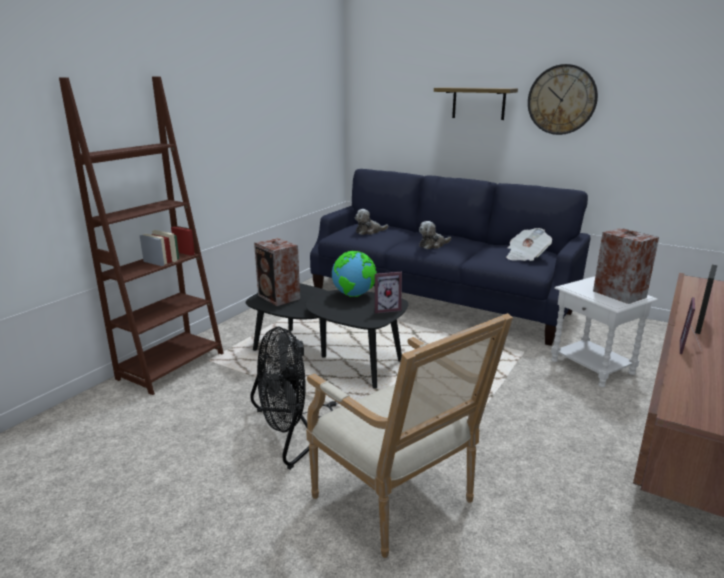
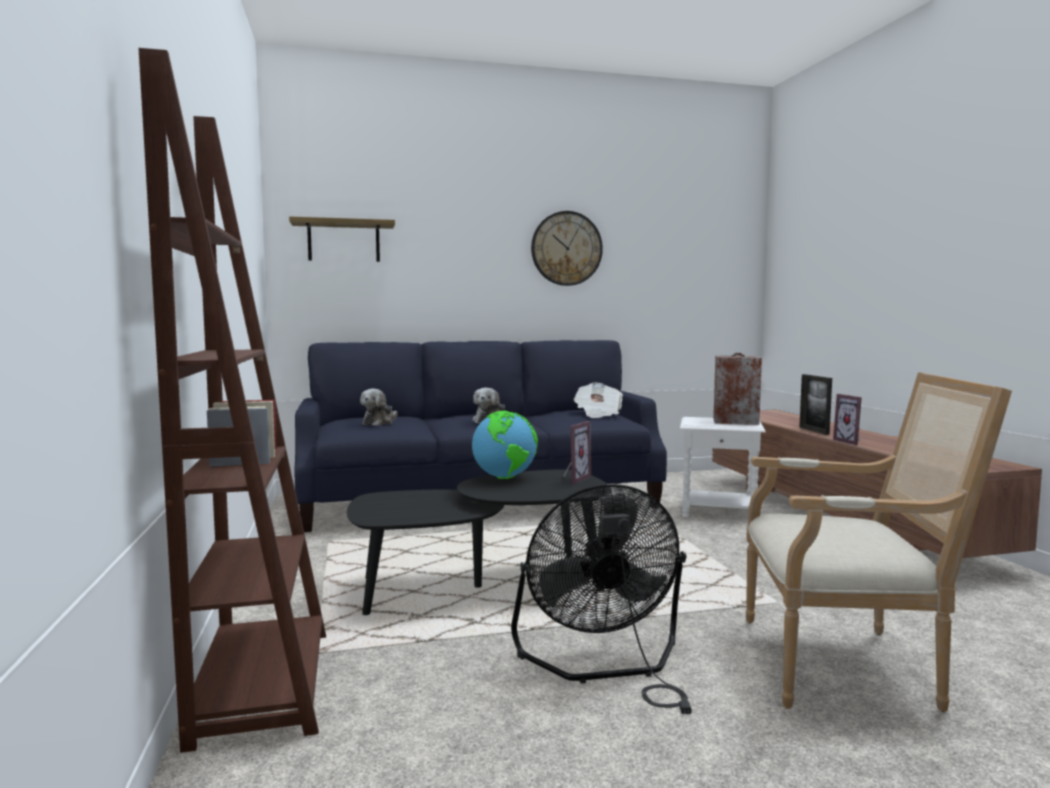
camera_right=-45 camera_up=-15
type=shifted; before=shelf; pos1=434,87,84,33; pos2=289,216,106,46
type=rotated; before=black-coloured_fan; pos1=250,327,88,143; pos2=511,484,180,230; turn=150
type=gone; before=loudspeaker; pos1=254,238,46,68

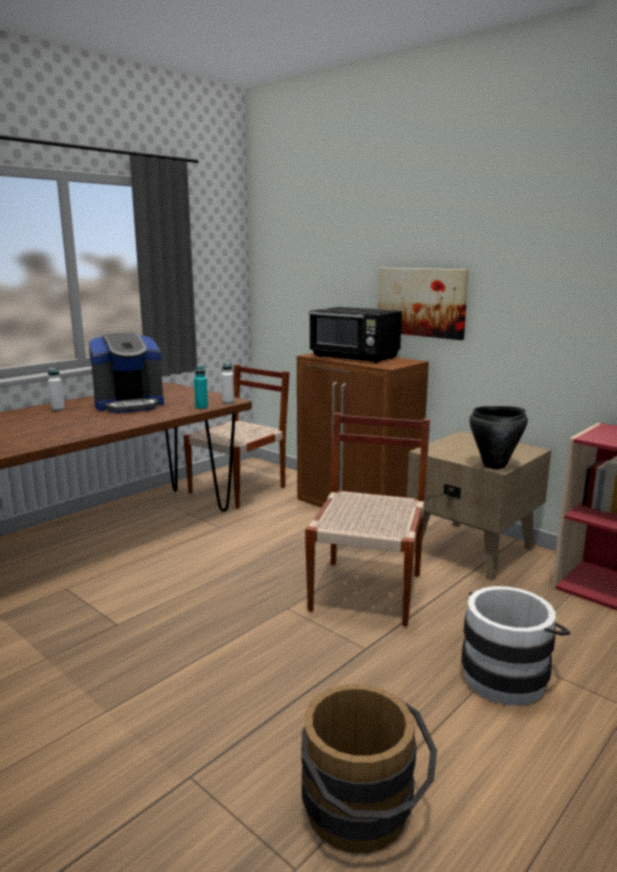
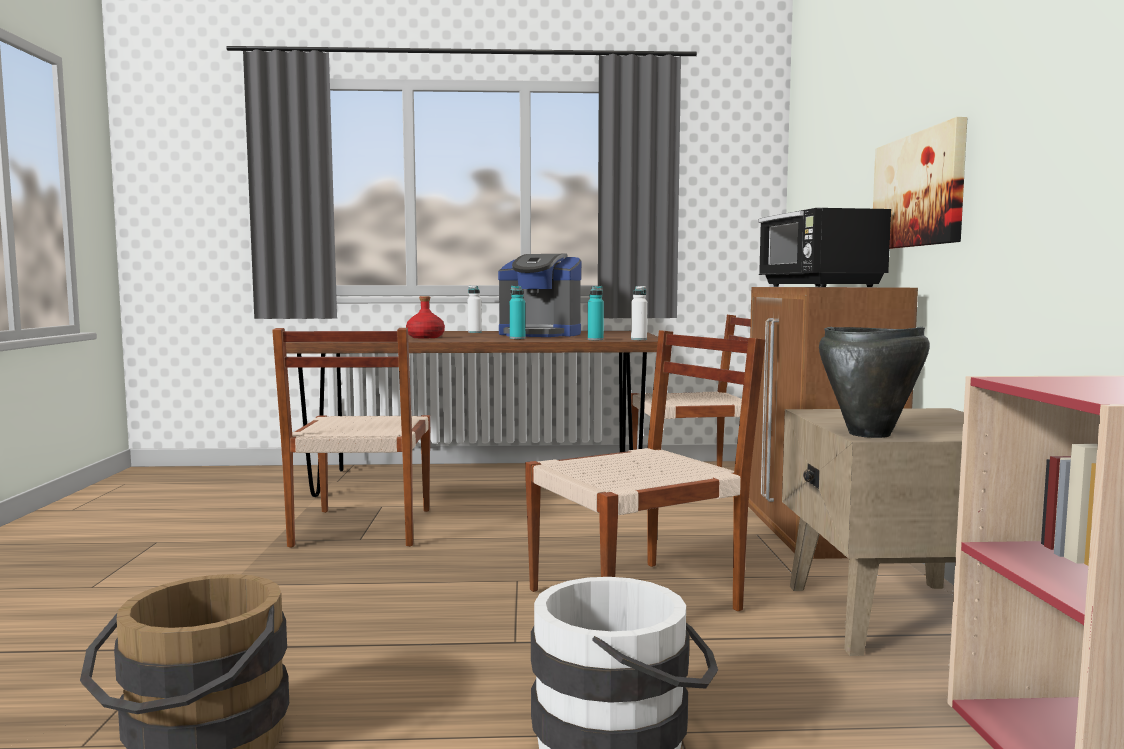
camera_right=45 camera_up=-10
type=new; after=upright_chair; pos2=272,328,158,220
type=new; after=reddish_beverage_bottle; pos2=406,296,39,42
type=new; after=blue-green_beverage_bottle; pos2=510,286,15,53

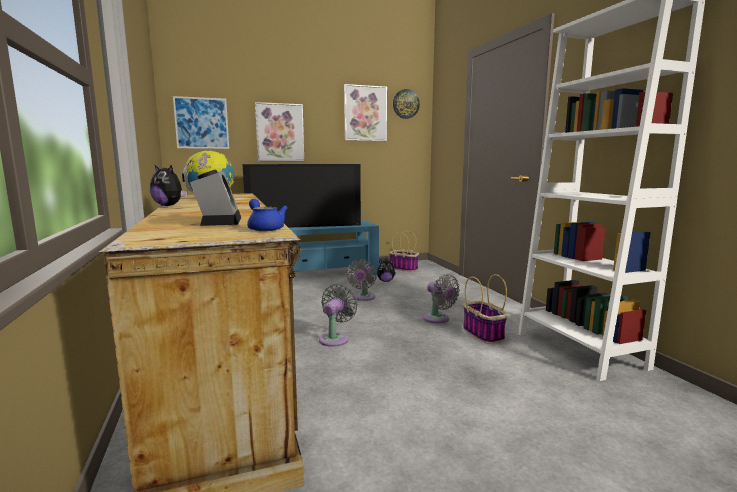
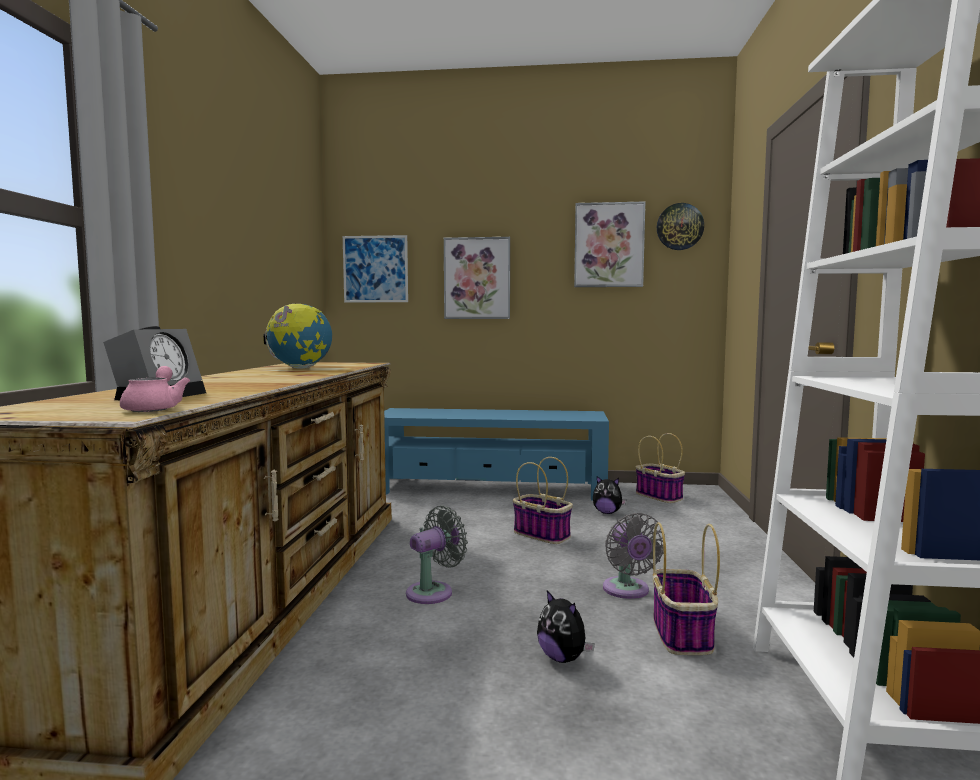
camera_right=25 camera_up=-5
type=repainted; before=bluish_tea_pot; after=pinkish_tea_pot; pos1=247,199,41,32; pos2=120,366,70,46
type=swapped; before=gray_fan; after=storage_basket; pos1=346,259,31,42; pos2=513,457,60,87
type=shifted; before=cuddly_toy; pos1=150,165,37,41; pos2=537,590,58,73
type=gone; before=television; pos1=243,164,118,64

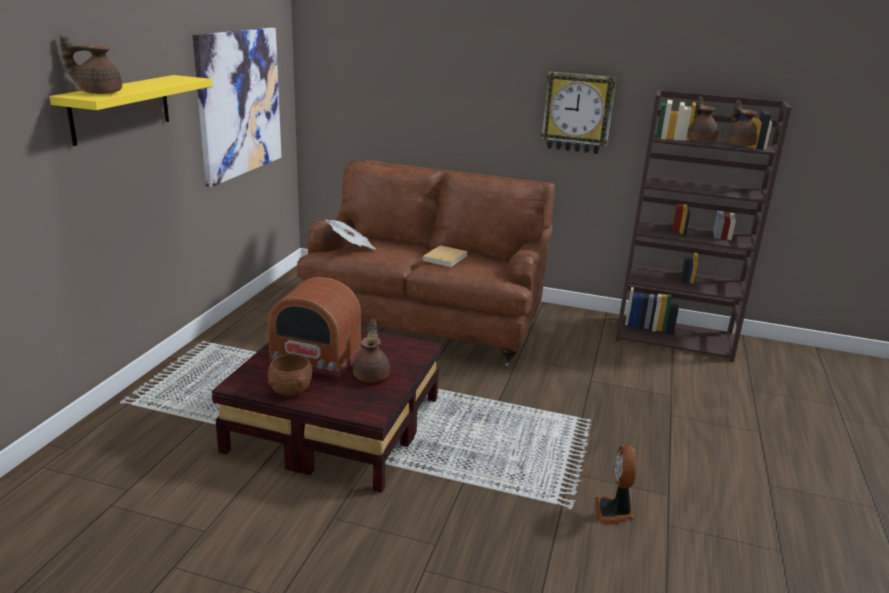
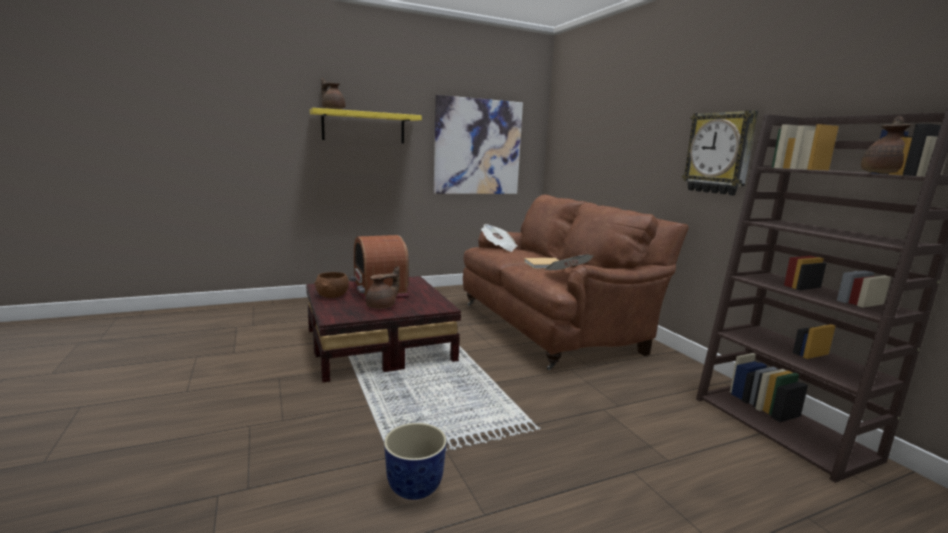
camera_right=50 camera_up=-10
type=swapped; before=fan; after=plant_pot; pos1=595,445,41,80; pos2=384,423,63,77
type=new; after=daily_paper; pos2=545,254,49,16
type=gone; before=brownish_tea_pot; pos1=687,96,31,46

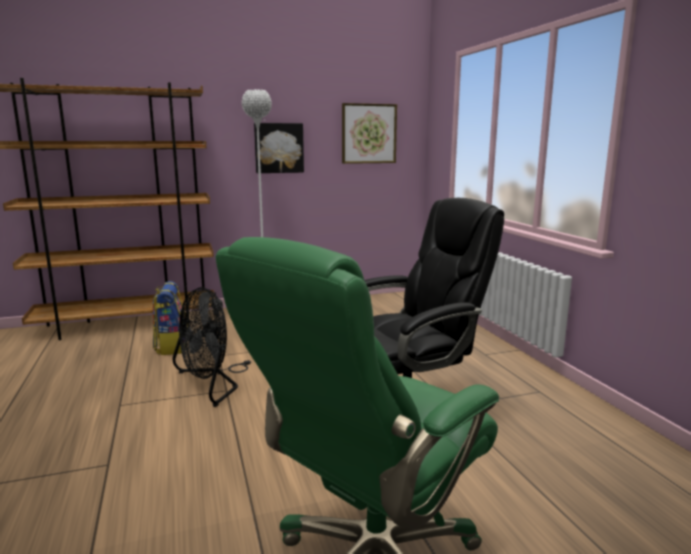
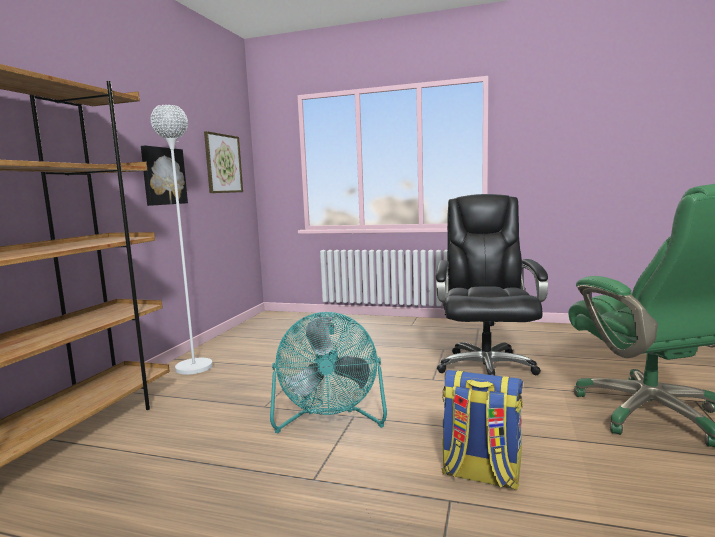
camera_right=-55 camera_up=-5
type=repainted; before=black-coloured_fan; after=blue-green_fan; pos1=173,287,79,120; pos2=270,312,117,121
type=shifted; before=backpack; pos1=153,281,35,74; pos2=442,370,81,120

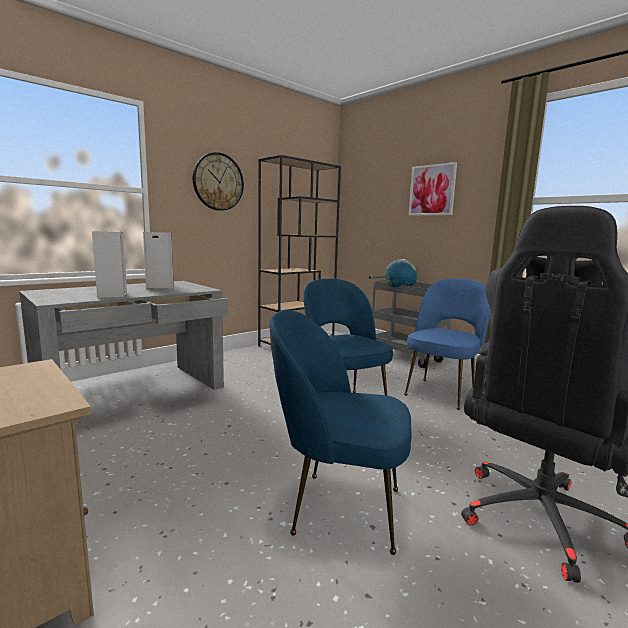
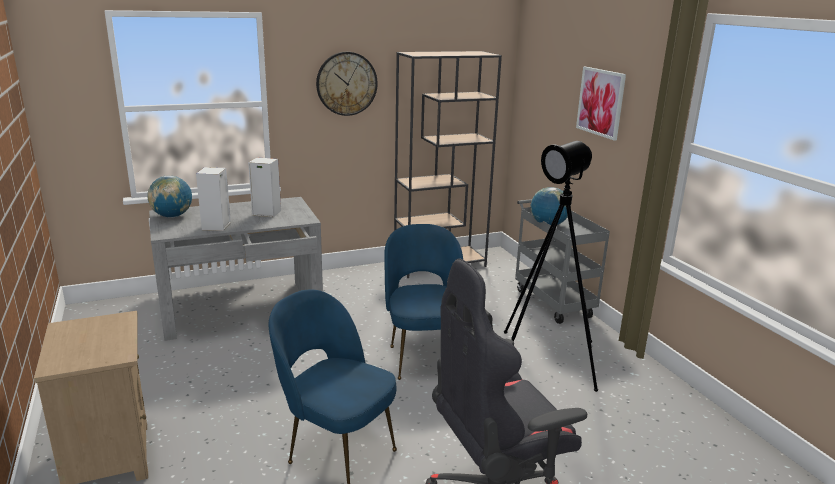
camera_right=20 camera_up=10
type=new; after=desk_globe; pos2=147,176,45,42
type=swapped; before=bluish_upright_chair; after=black-coloured_floor_lamp; pos1=404,278,87,132; pos2=504,141,94,251

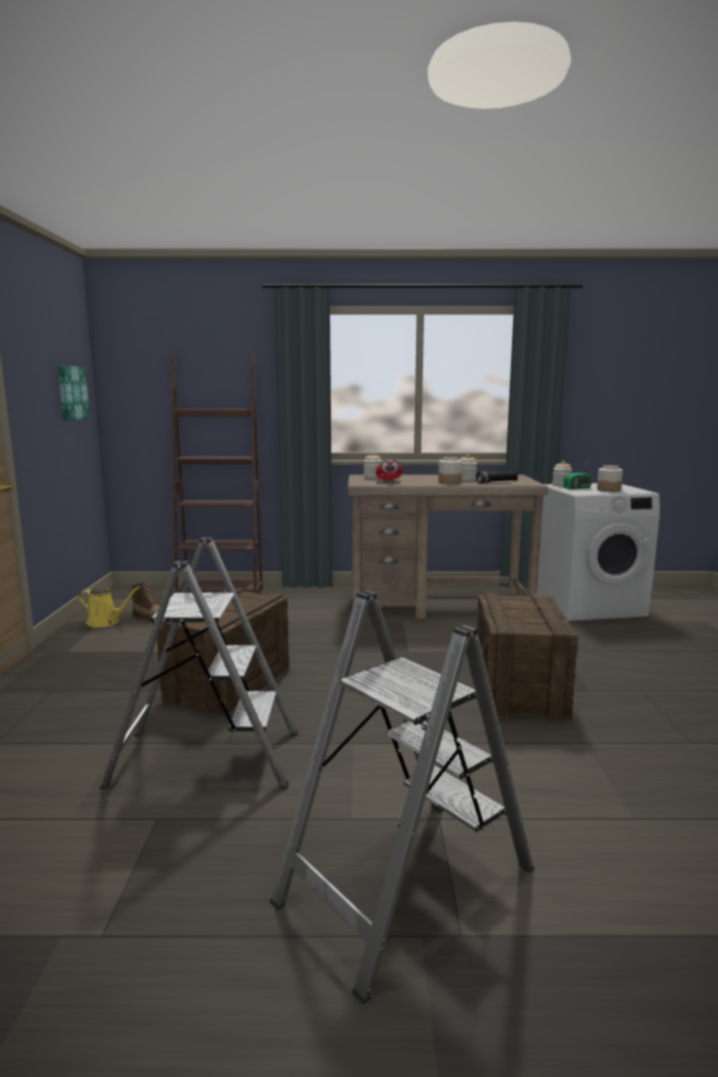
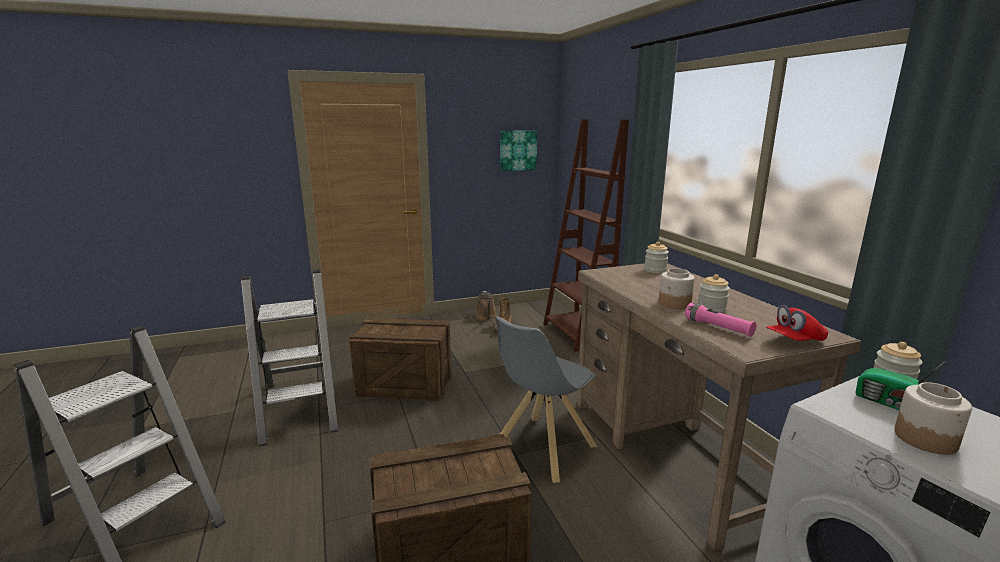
camera_right=70 camera_up=5
type=repainted; before=yellowish_sprinkling_can; after=brownish_sprinkling_can; pos1=78,587,62,41; pos2=475,291,22,30
type=new; after=gray_upright_chair; pos2=495,317,102,166
type=repainted; before=black-coloured_torch; after=pinkish_torch; pos1=476,471,42,13; pos2=685,303,72,34
type=shifted; before=reddish_peaked_cap; pos1=376,460,26,20; pos2=766,305,62,36

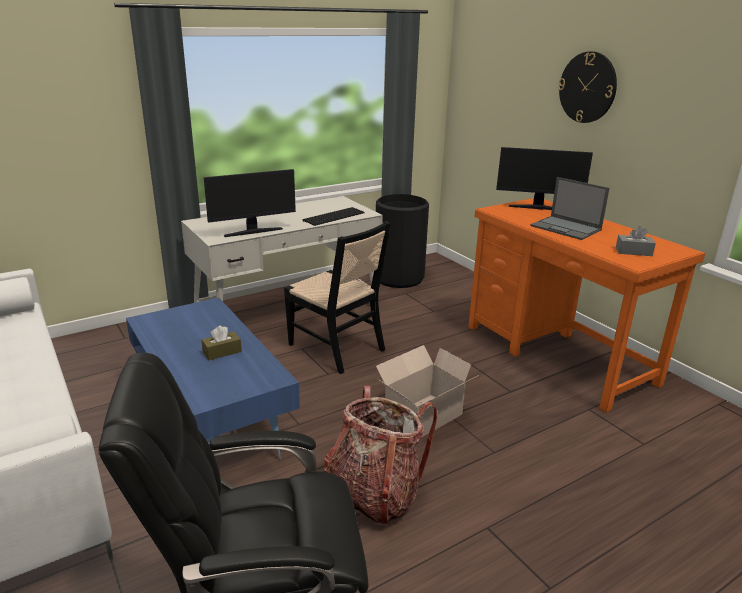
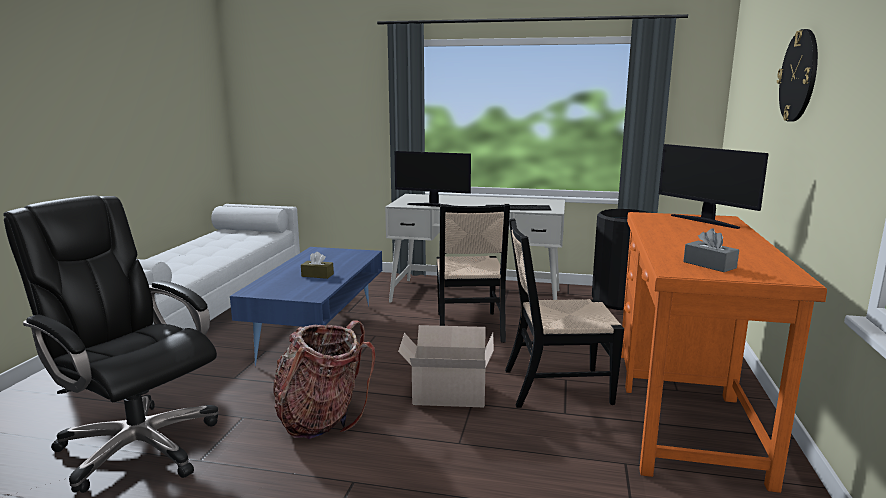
camera_right=45 camera_up=-10
type=new; after=upright_chair; pos2=505,218,119,190
type=gone; before=notebook_computer; pos1=530,177,80,63

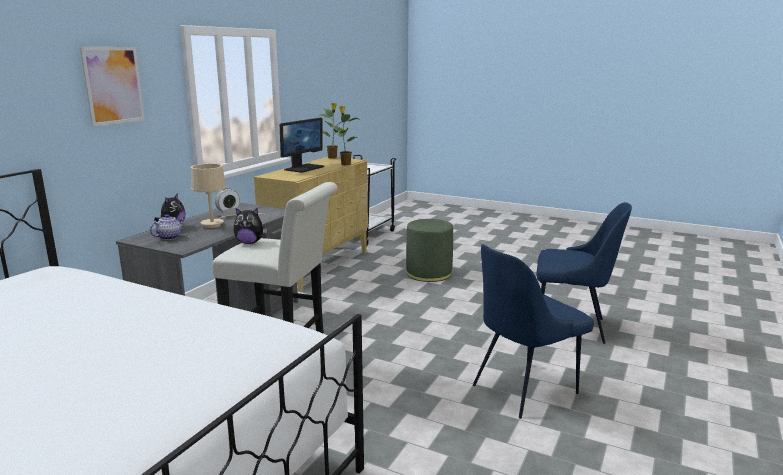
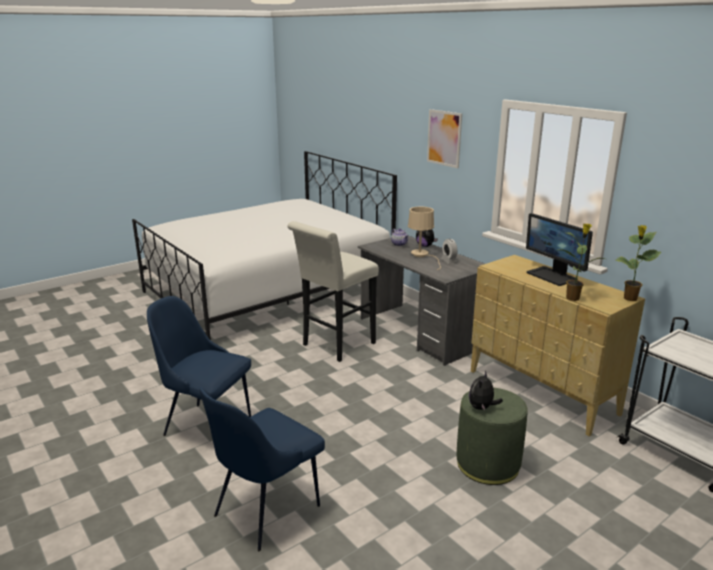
camera_right=115 camera_up=5
type=rotated; before=bluish_upright_chair; pos1=473,244,121,175; pos2=147,296,104,140; turn=-60
type=shifted; before=cuddly_toy; pos1=234,208,34,36; pos2=469,370,34,40

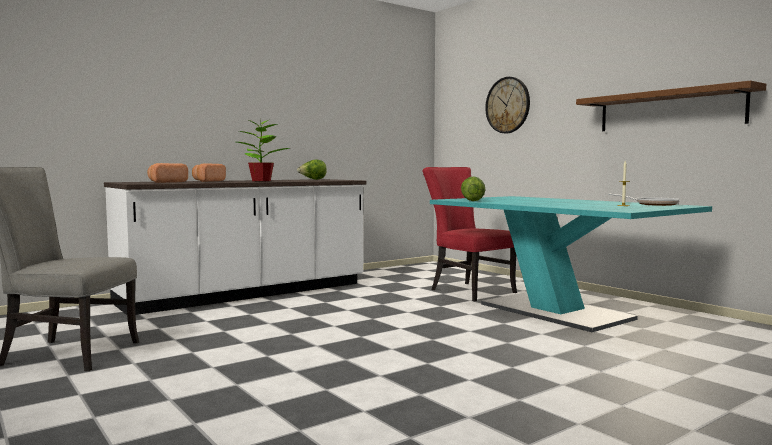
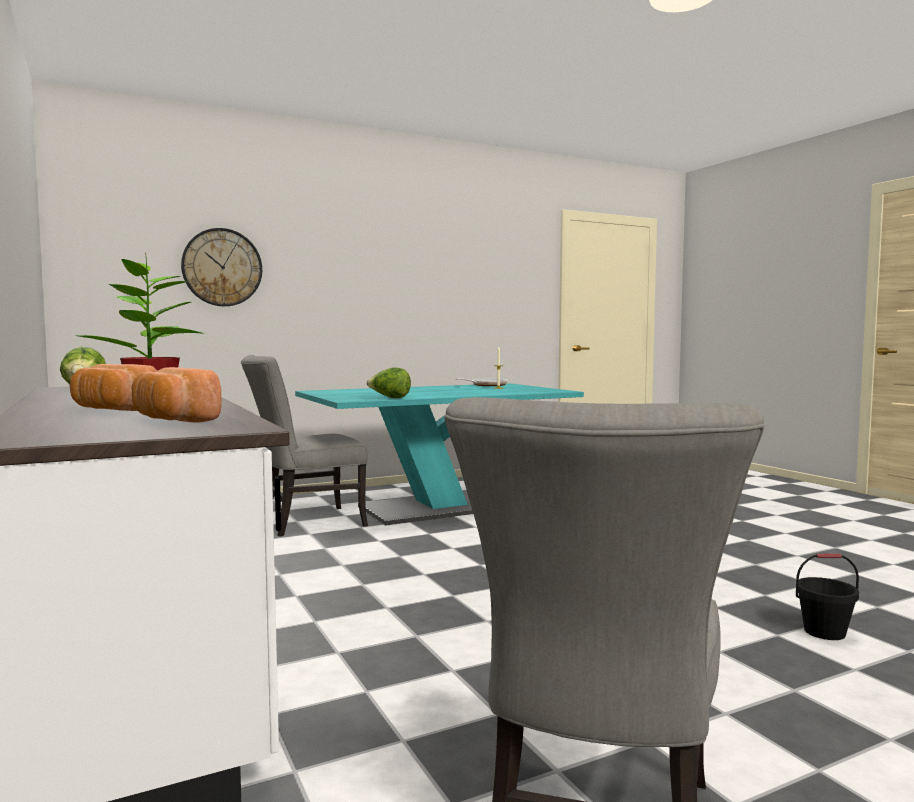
camera_right=-80 camera_up=0
type=repainted; before=reddish_upright_chair; after=gray_upright_chair; pos1=423,167,94,134; pos2=241,355,127,182
type=new; after=black-coloured_water_bucket; pos2=796,554,63,86
type=gone; before=brownish_shelf; pos1=576,81,190,50

